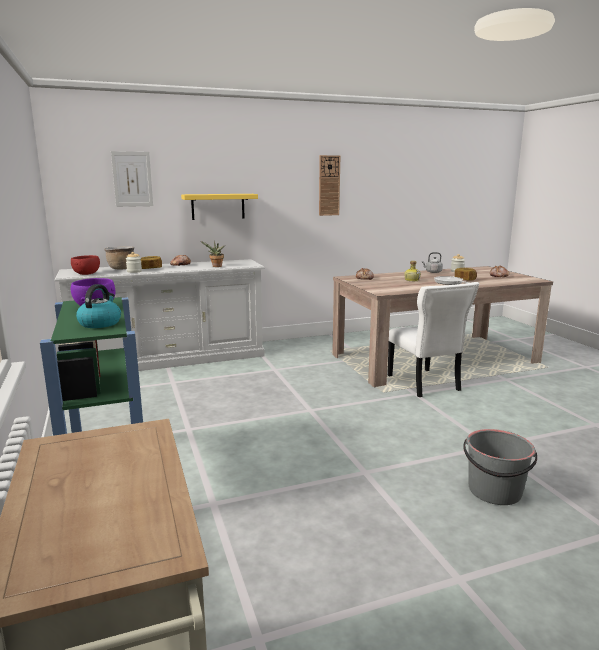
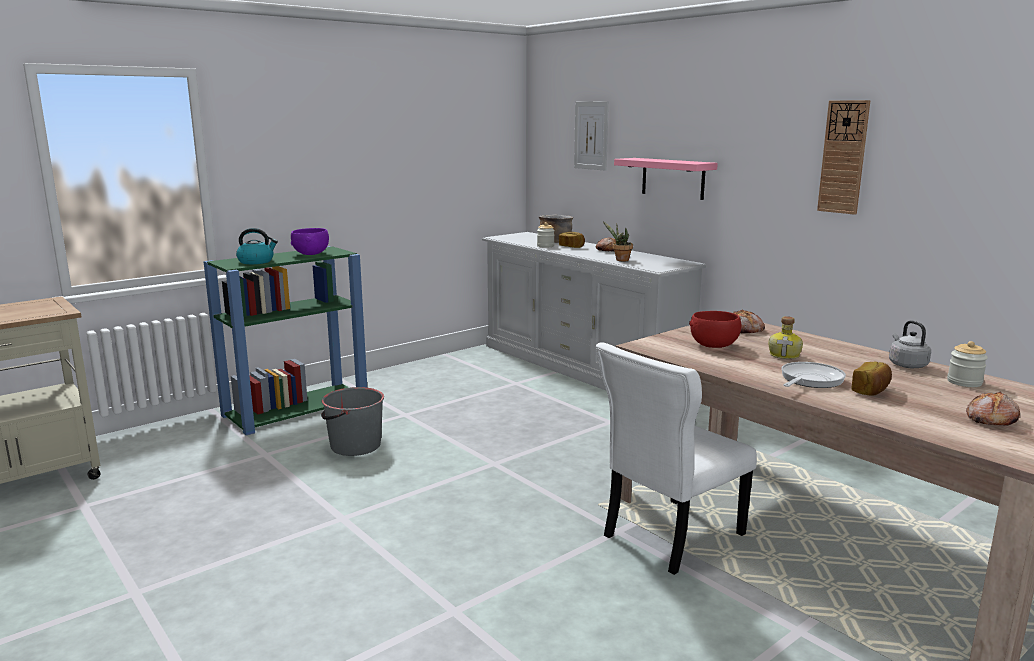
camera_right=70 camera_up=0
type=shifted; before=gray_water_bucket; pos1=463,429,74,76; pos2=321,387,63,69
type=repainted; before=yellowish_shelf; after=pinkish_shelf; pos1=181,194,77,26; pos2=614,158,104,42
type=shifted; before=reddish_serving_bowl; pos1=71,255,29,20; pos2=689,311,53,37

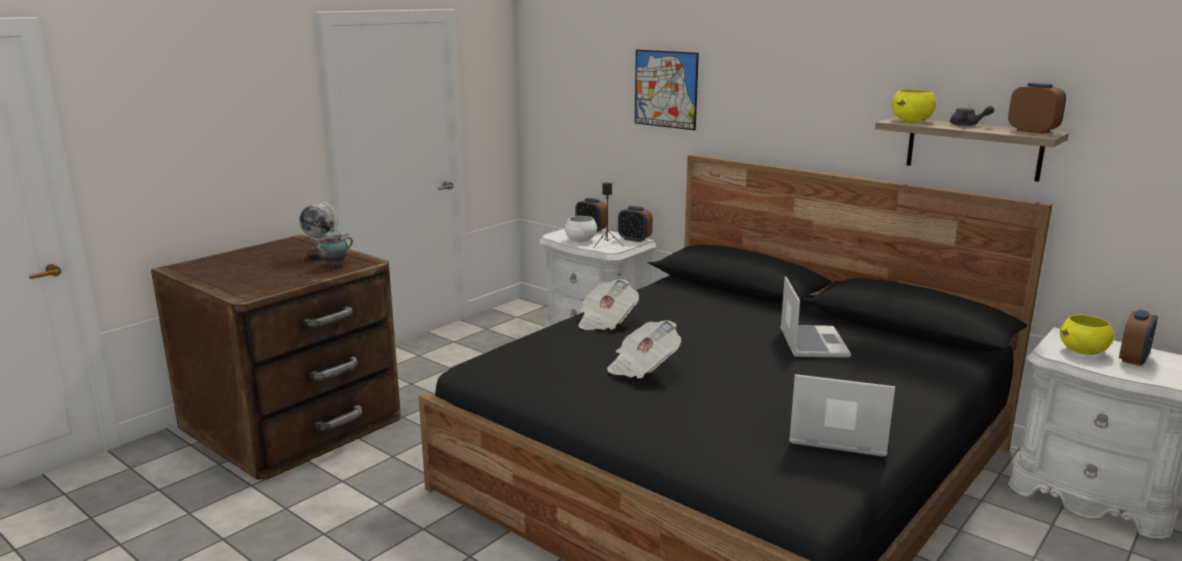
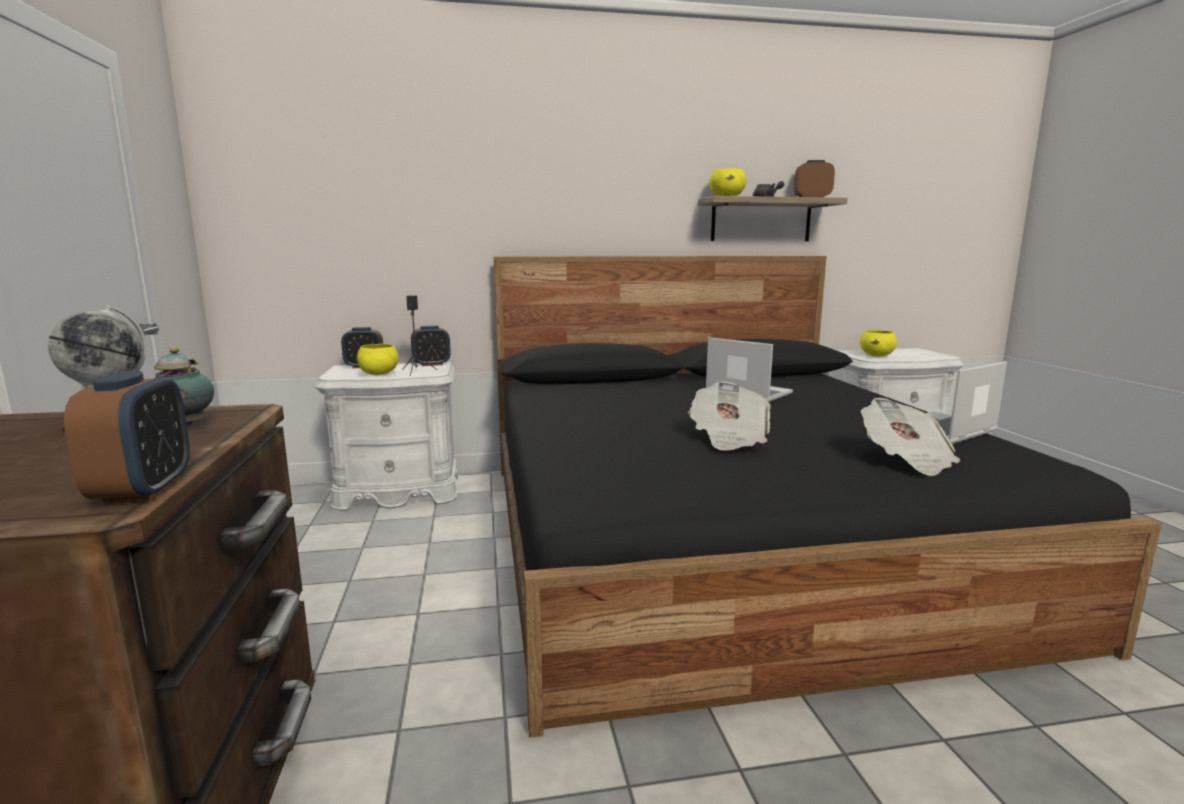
camera_right=-50 camera_up=-5
type=shifted; before=alarm_clock; pos1=1119,310,39,56; pos2=64,371,125,134
type=repainted; before=white-coloured_serving_bowl; after=yellowish_serving_bowl; pos1=565,216,32,26; pos2=357,344,42,31
type=shifted; before=daily_paper; pos1=578,279,61,51; pos2=861,398,99,78
type=gone; before=picture; pos1=635,50,64,80

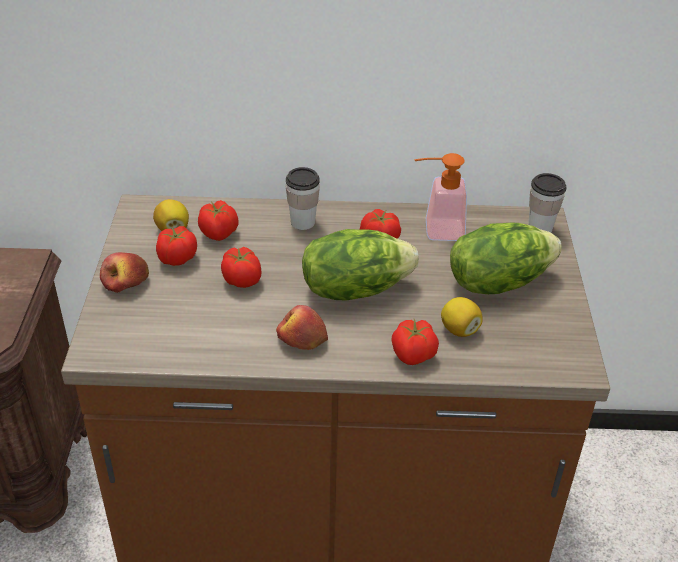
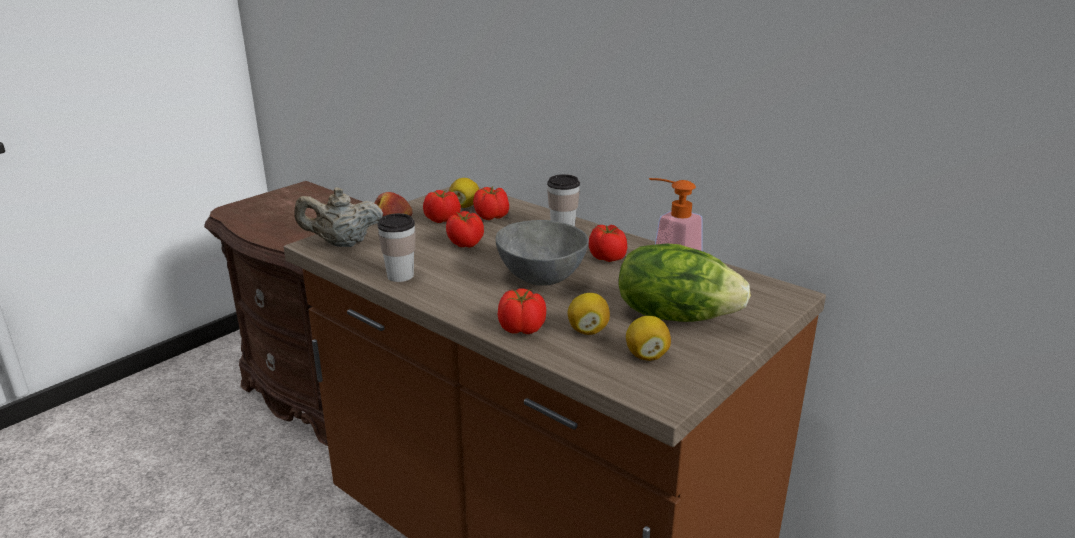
camera_right=40 camera_up=-15
type=new; after=beige-coloured_tea_pot; pos2=294,187,89,60
type=shifted; before=small_cup; pos1=528,173,39,60; pos2=378,213,37,69
type=swapped; before=head_of_lettuce; after=gray_serving_bowl; pos1=302,229,117,72; pos2=495,220,94,66
type=new; after=citrus_fruit; pos2=626,316,45,45
type=gone; before=apple_fruit; pos1=276,305,52,45

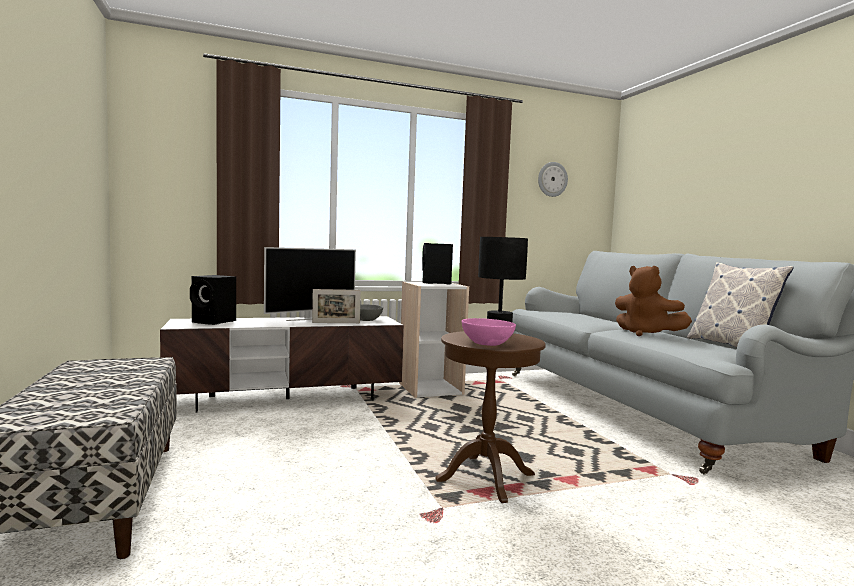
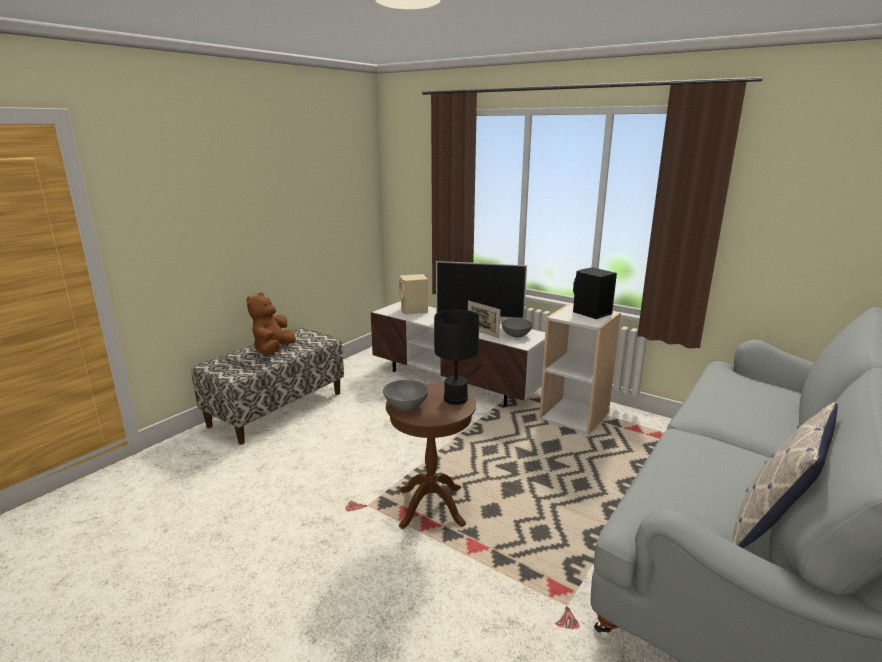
camera_right=55 camera_up=15
type=shifted; before=brownish_cuddly_toy; pos1=615,266,77,70; pos2=246,292,50,63
type=repainted; before=pinkish_serving_bowl; after=gray_serving_bowl; pos1=462,318,54,28; pos2=383,380,45,31
type=repainted; before=black-coloured_loudspeaker; after=beige-coloured_loudspeaker; pos1=190,275,46,50; pos2=399,274,29,41
type=gone; before=wall_clock; pos1=538,162,30,35

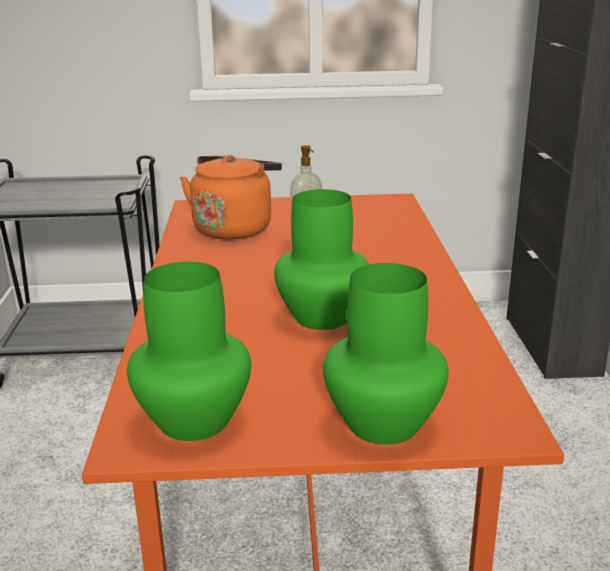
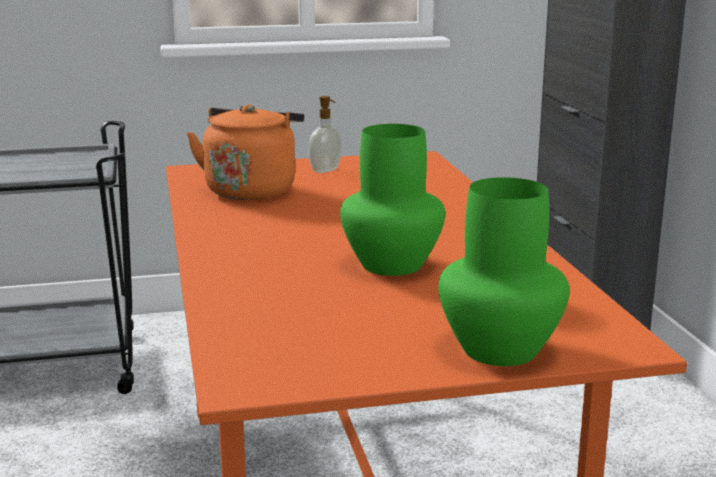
camera_right=-10 camera_up=-5
type=gone; before=green-coloured_vase; pos1=127,262,124,179

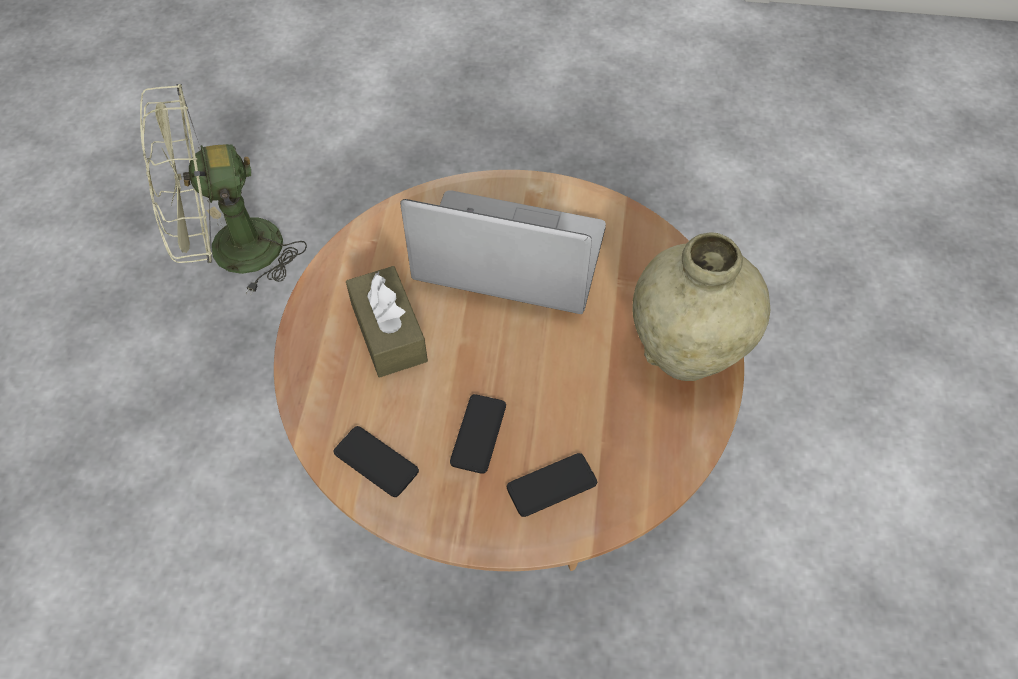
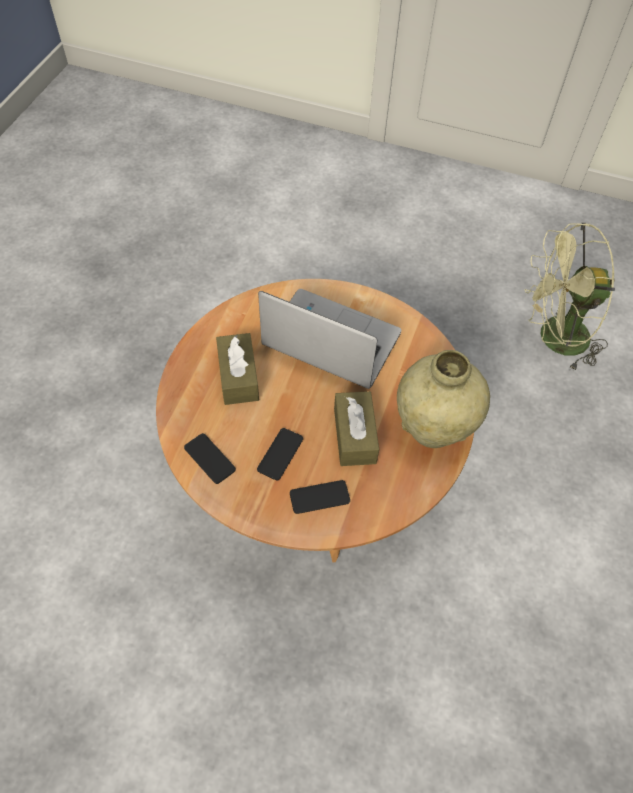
camera_right=10 camera_up=0
type=new; after=brownish_tissue_holder; pos2=334,391,45,75
type=shifted; before=green-coloured_fan; pos1=140,84,167,211; pos2=524,223,91,148

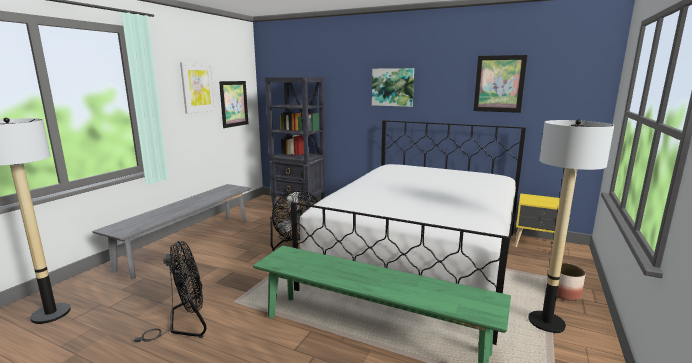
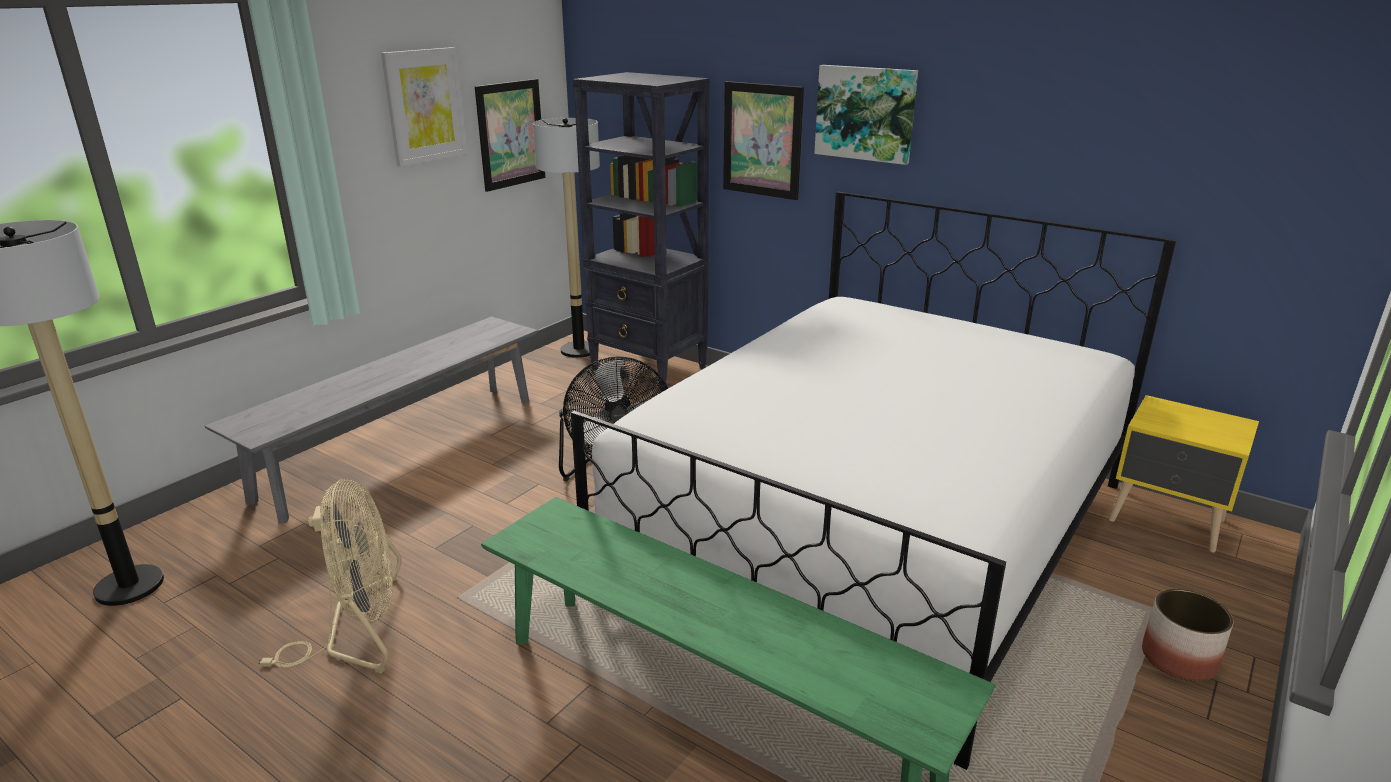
camera_right=10 camera_up=10
type=repainted; before=black-coloured_fan; after=beige-coloured_fan; pos1=133,241,73,101; pos2=258,479,143,195
type=shifted; before=floor_lamp; pos1=528,119,86,214; pos2=533,118,67,240
type=shifted; before=picture; pos1=473,55,55,58; pos2=723,81,81,119

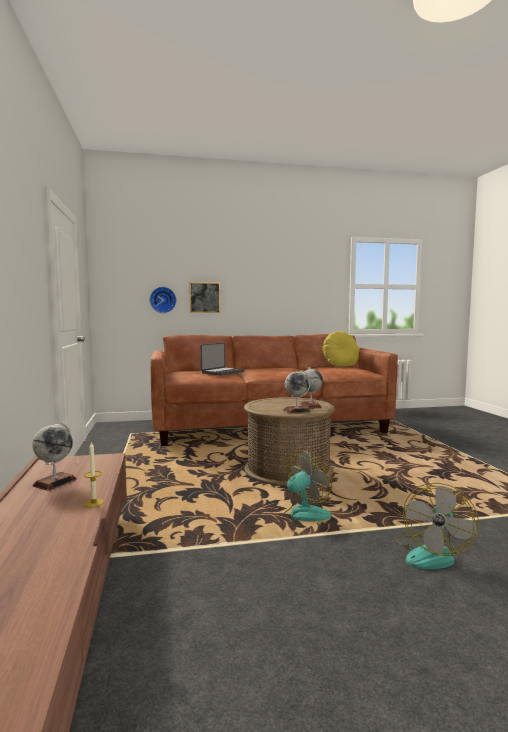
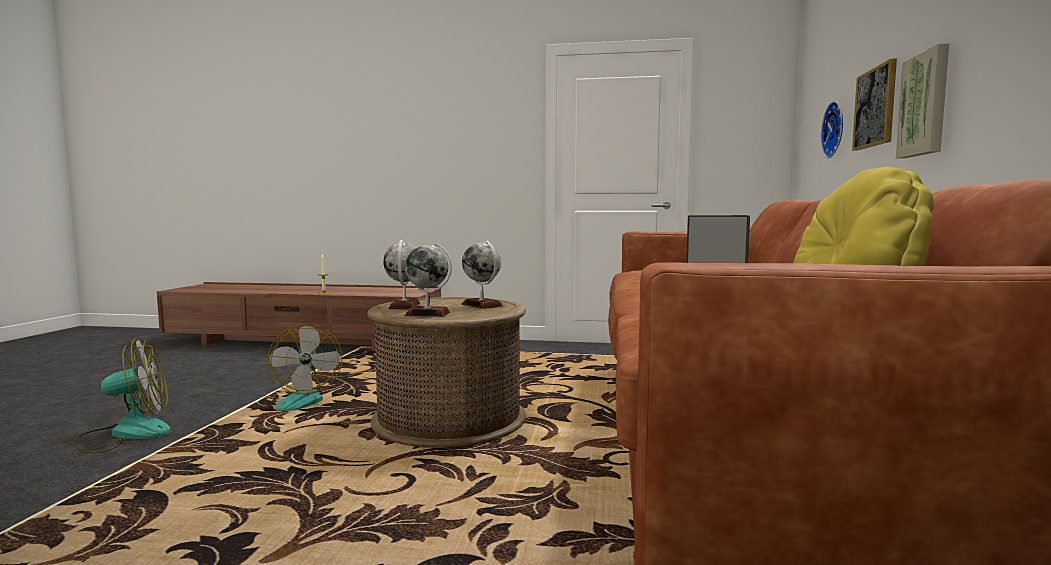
camera_right=110 camera_up=0
type=rotated; before=fan; pos1=395,483,84,86; pos2=74,339,97,114; turn=105
type=shifted; before=desk_globe; pos1=32,422,45,69; pos2=461,241,42,68
type=new; after=picture; pos2=896,43,53,115

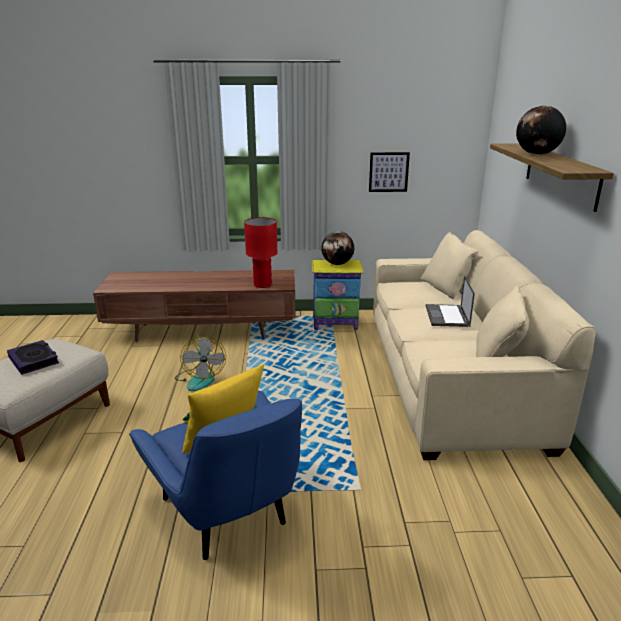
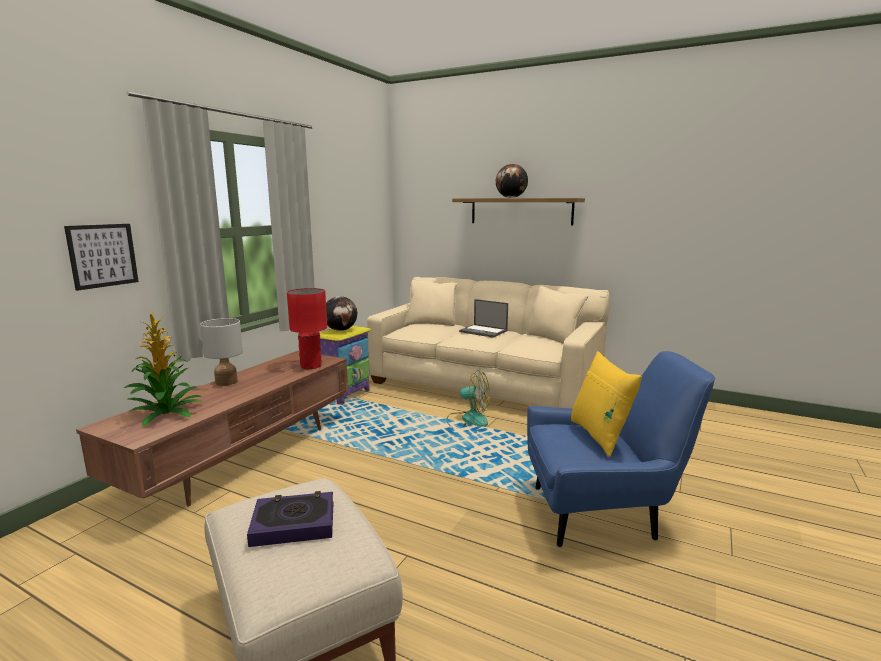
camera_right=-60 camera_up=-10
type=shifted; before=picture; pos1=369,152,41,40; pos2=64,224,75,67
type=new; after=potted_plant; pos2=124,312,78,114
type=new; after=gray_tabletop_lamp; pos2=200,318,43,68
type=shifted; before=fan; pos1=175,336,51,55; pos2=446,370,44,58

